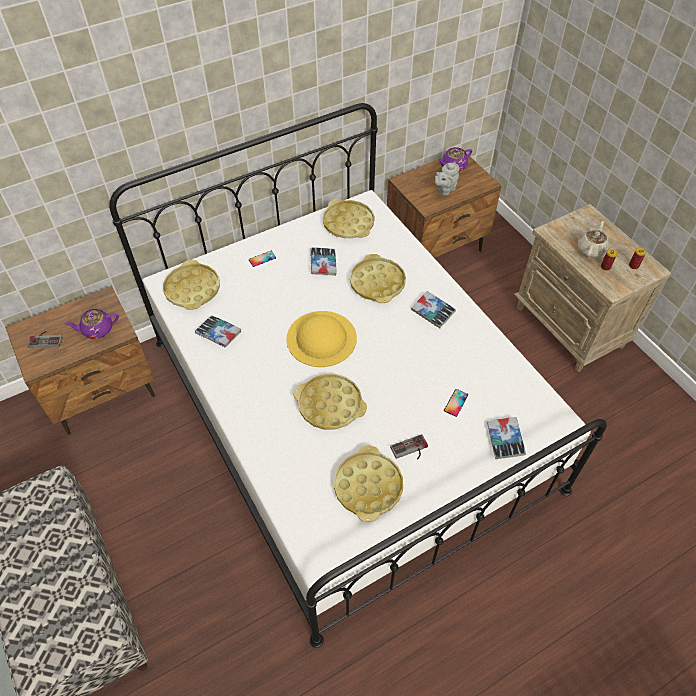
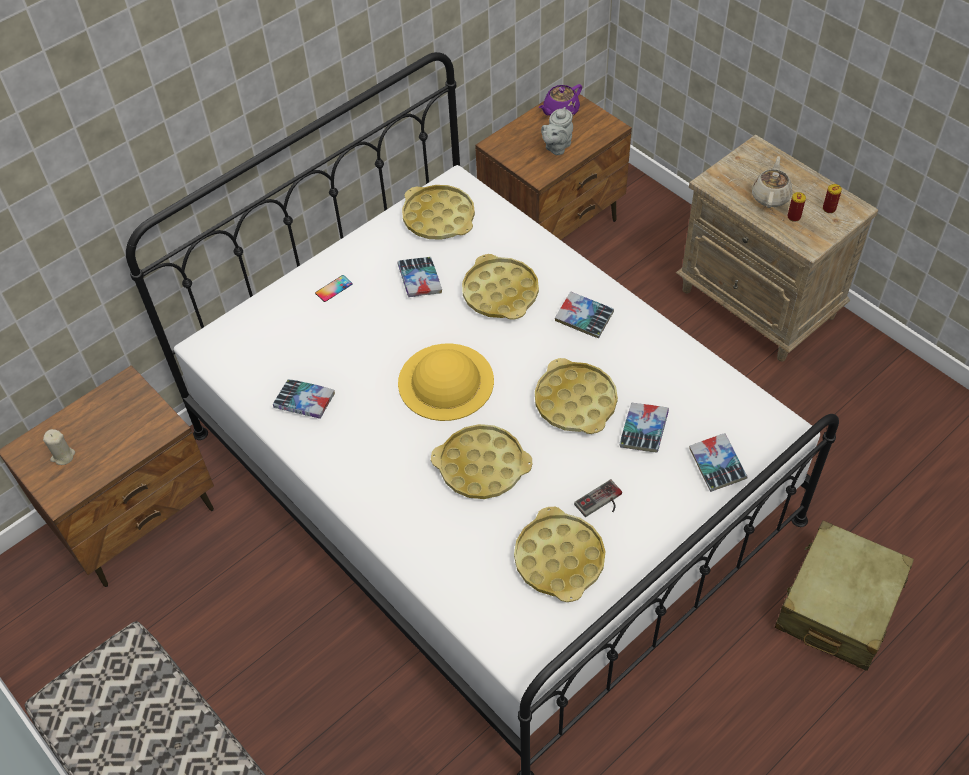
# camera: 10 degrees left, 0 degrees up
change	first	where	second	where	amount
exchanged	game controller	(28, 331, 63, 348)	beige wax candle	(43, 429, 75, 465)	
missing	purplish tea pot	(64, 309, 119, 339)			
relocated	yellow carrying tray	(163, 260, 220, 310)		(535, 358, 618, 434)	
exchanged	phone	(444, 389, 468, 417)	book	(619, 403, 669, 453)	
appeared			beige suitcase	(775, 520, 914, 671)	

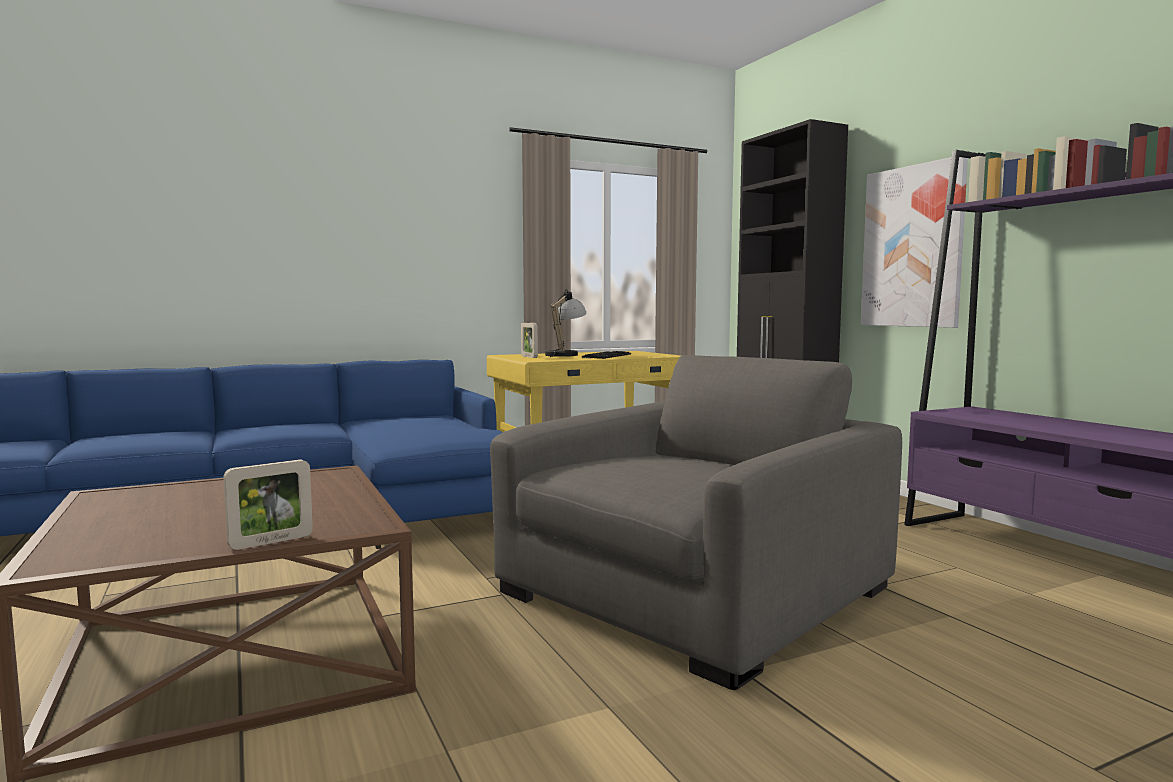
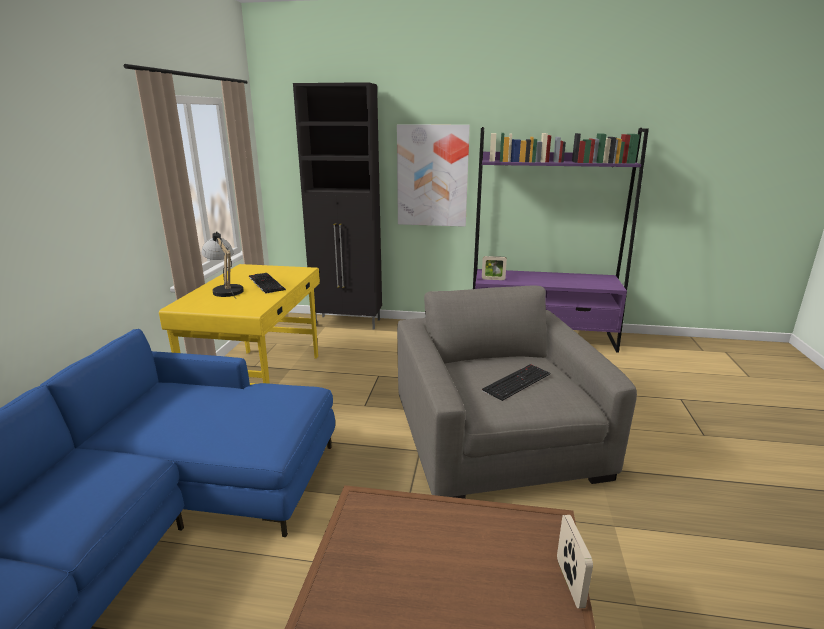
# camera: 55 degrees left, 15 degrees up
change	first	where	second	where	amount
relocated	photo frame	(521, 322, 538, 358)		(482, 256, 507, 280)	
appeared			keyboard	(482, 364, 550, 401)	

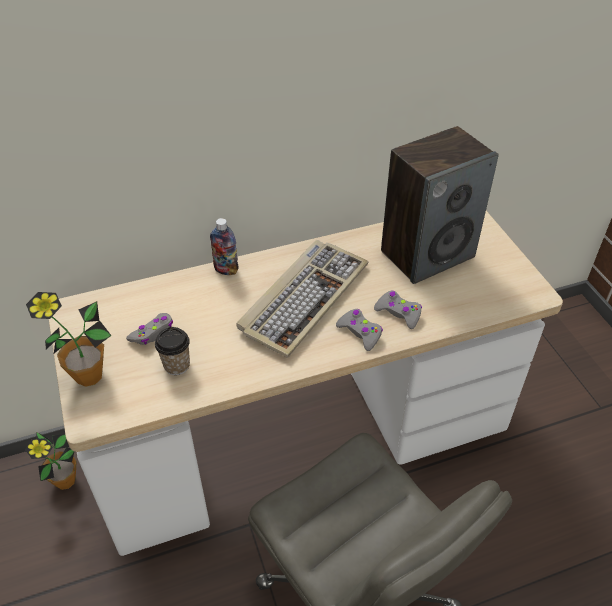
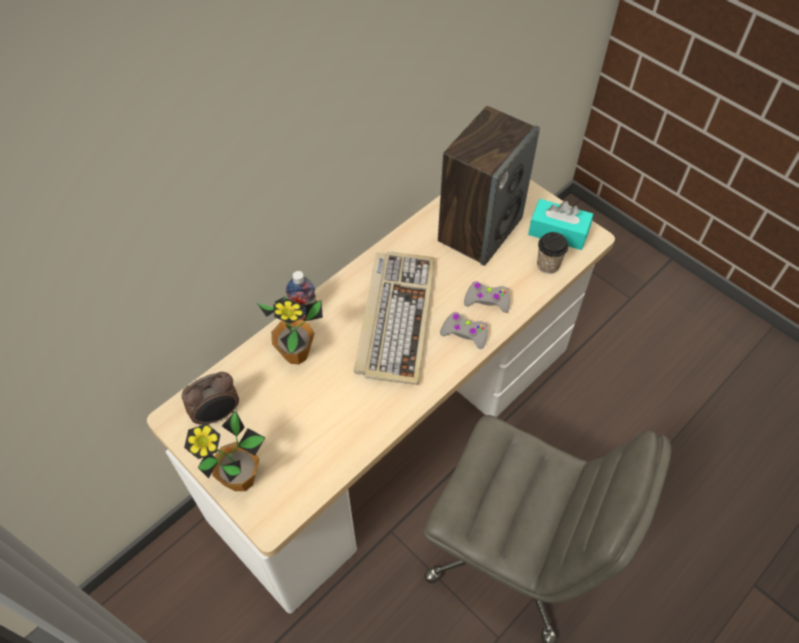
# camera: 25 degrees left, 10 degrees up
change	first	where	second	where	amount
relocated	plant in a pot	(25, 432, 77, 490)		(257, 296, 323, 364)	
missing	greyish game controller	(126, 313, 173, 345)			
relocated	drinking cup	(155, 327, 190, 375)		(537, 232, 568, 274)	
appeared			alarm clock	(182, 372, 239, 425)	
appeared			turquoise tissue box	(528, 199, 593, 250)	

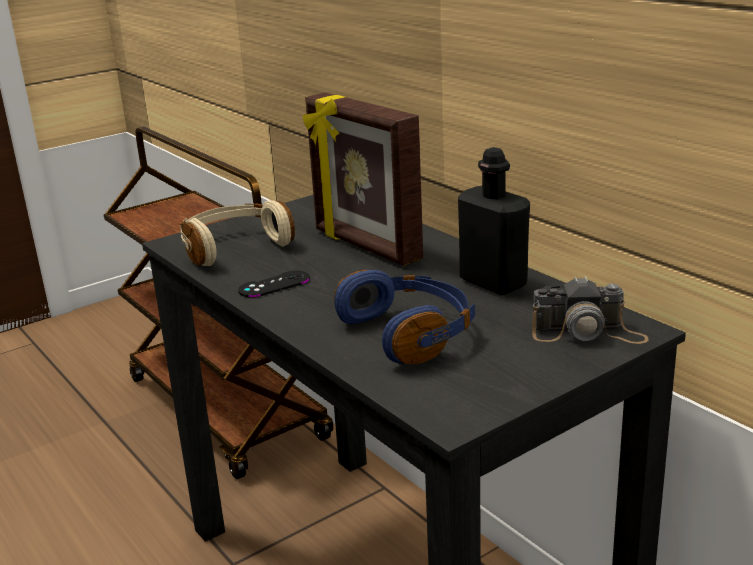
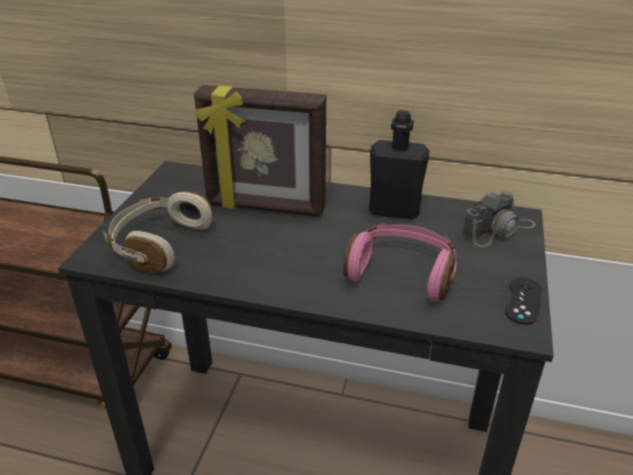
# camera: 40 degrees left, 10 degrees up
change	first	where	second	where	amount
relocated	black game controller	(238, 270, 310, 297)		(505, 278, 541, 325)	
colour	blue headphones	(334, 270, 475, 364)	pinkish headphones	(343, 223, 456, 301)	

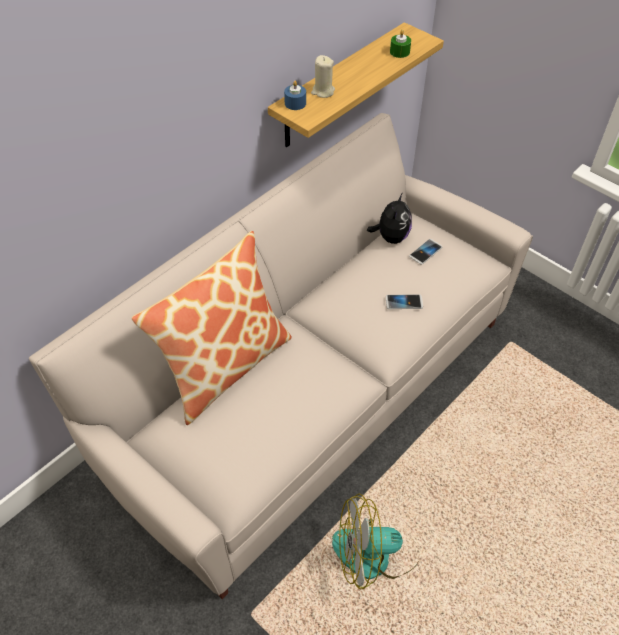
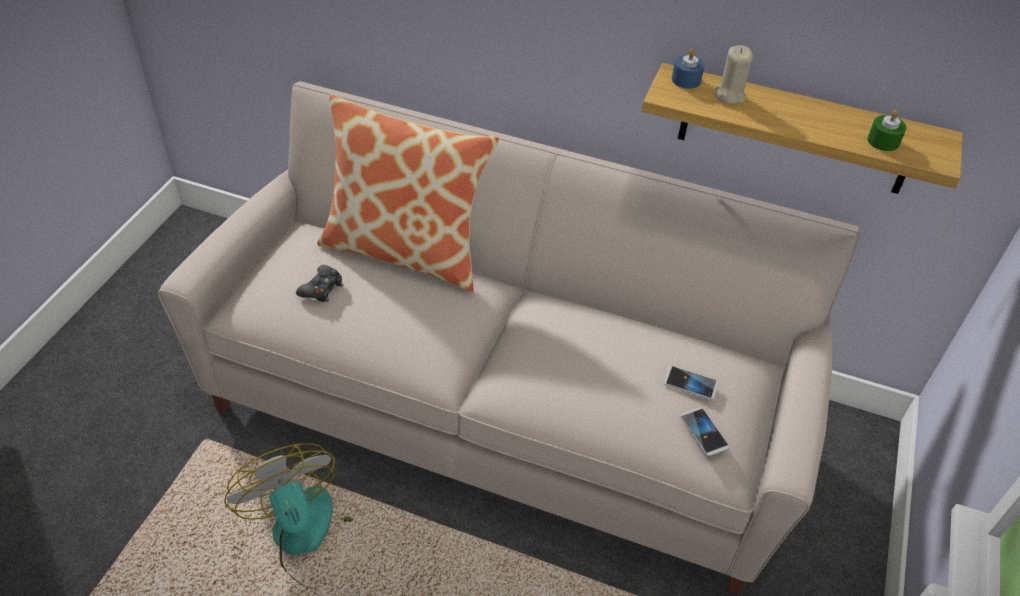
# camera: 65 degrees right, 5 degrees down
change	first	where	second	where	amount
missing	plush toy	(367, 192, 412, 244)			
relocated	phone	(386, 294, 423, 309)		(680, 407, 730, 456)	
appeared			black game controller	(296, 265, 343, 302)	

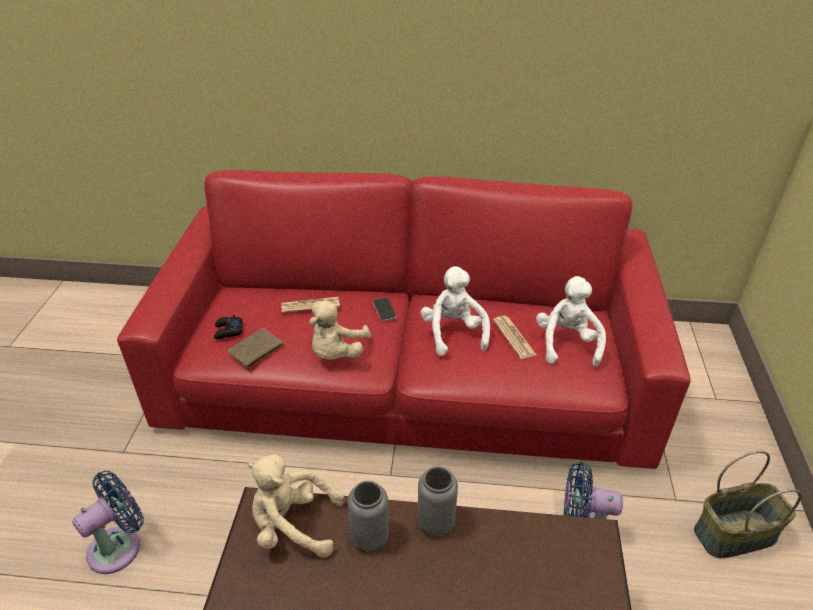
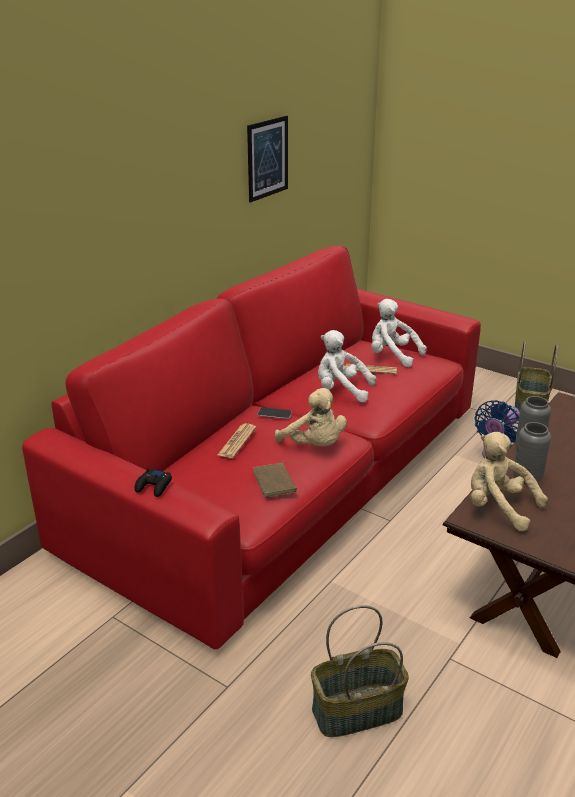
# camera: 60 degrees left, 10 degrees down
change	first	where	second	where	amount
exchanged	blue cooling fan	(72, 471, 144, 574)	basket	(311, 605, 409, 737)	
relocated	black game controller	(214, 315, 243, 339)		(134, 468, 172, 497)	
spun	beige plush toy	(248, 454, 344, 558)		(470, 432, 548, 531)	90 degrees clockwise
appeared			picture	(247, 116, 288, 202)	

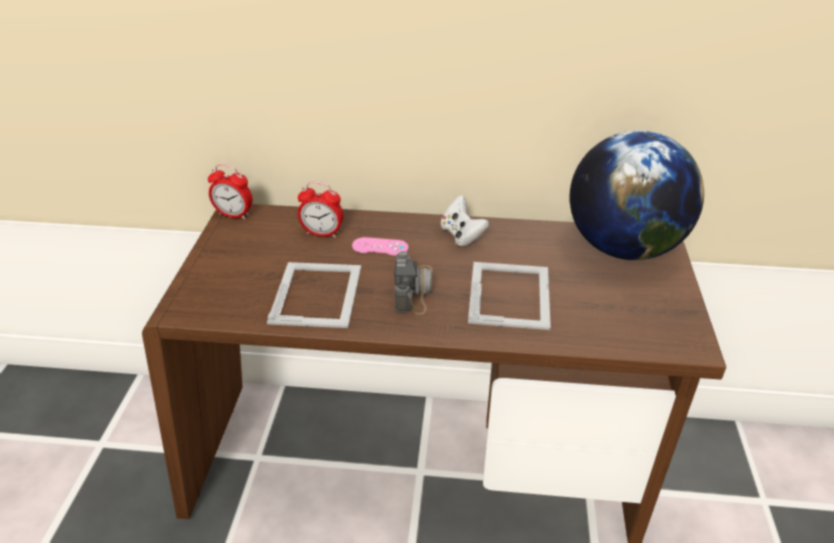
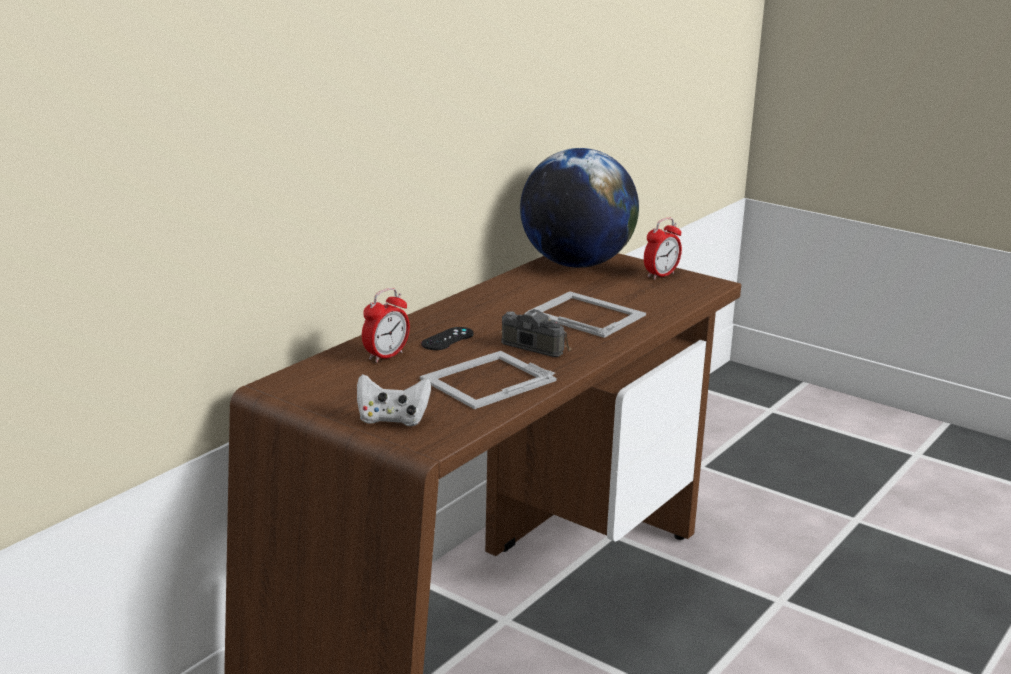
# camera: 60 degrees left, 15 degrees down
change	first	where	second	where	amount
relocated	alarm clock	(208, 164, 253, 220)		(644, 217, 682, 280)	
spun	photo frame	(267, 262, 361, 328)		(420, 351, 557, 409)	75 degrees counterclockwise
colour	pinkish game controller	(352, 237, 409, 256)	black game controller	(421, 327, 473, 350)	
relocated	white-coloured game controller	(441, 195, 489, 247)		(357, 374, 431, 426)	

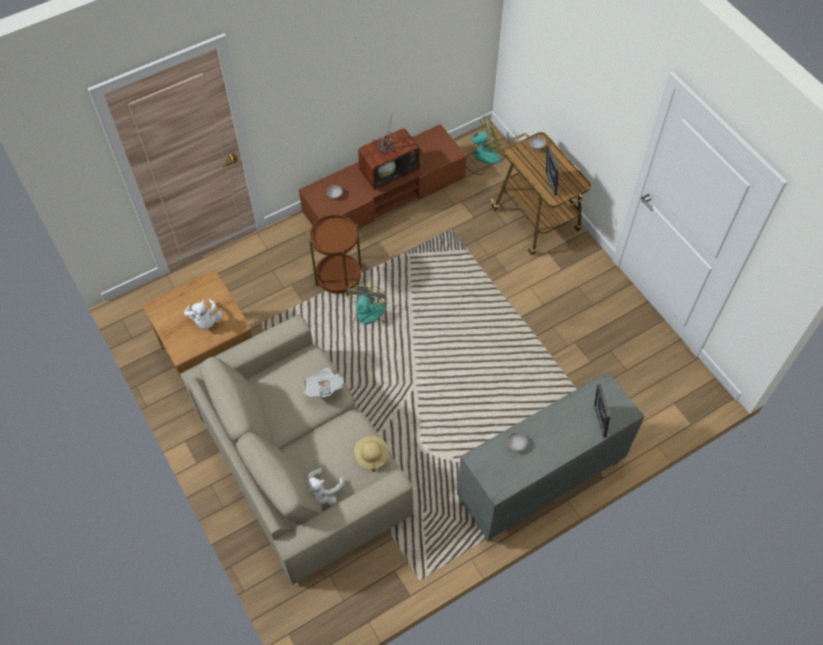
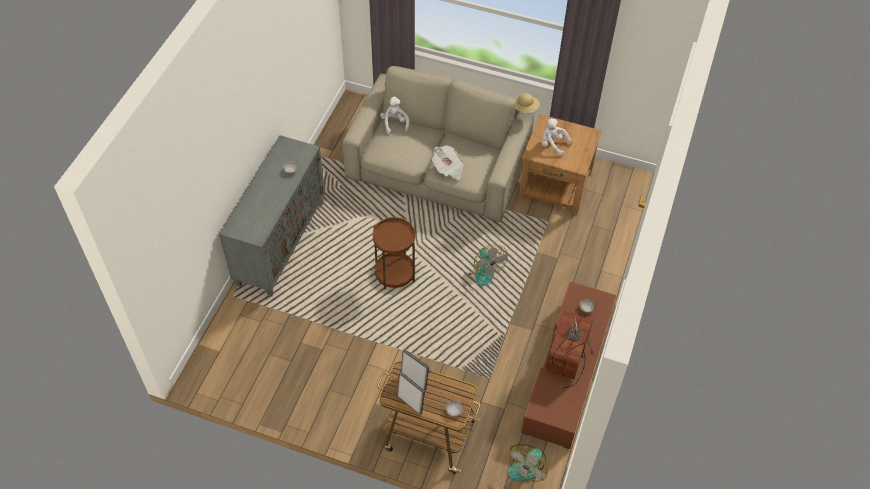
# camera: 140 degrees right, 5 degrees down
change	first	where	second	where	amount
relocated	brownish side table	(309, 214, 361, 296)		(373, 217, 415, 289)	
relocated	beige wearable hat	(354, 436, 389, 472)		(515, 93, 540, 113)	
relocated	photo frame	(594, 384, 610, 438)		(397, 372, 425, 415)	

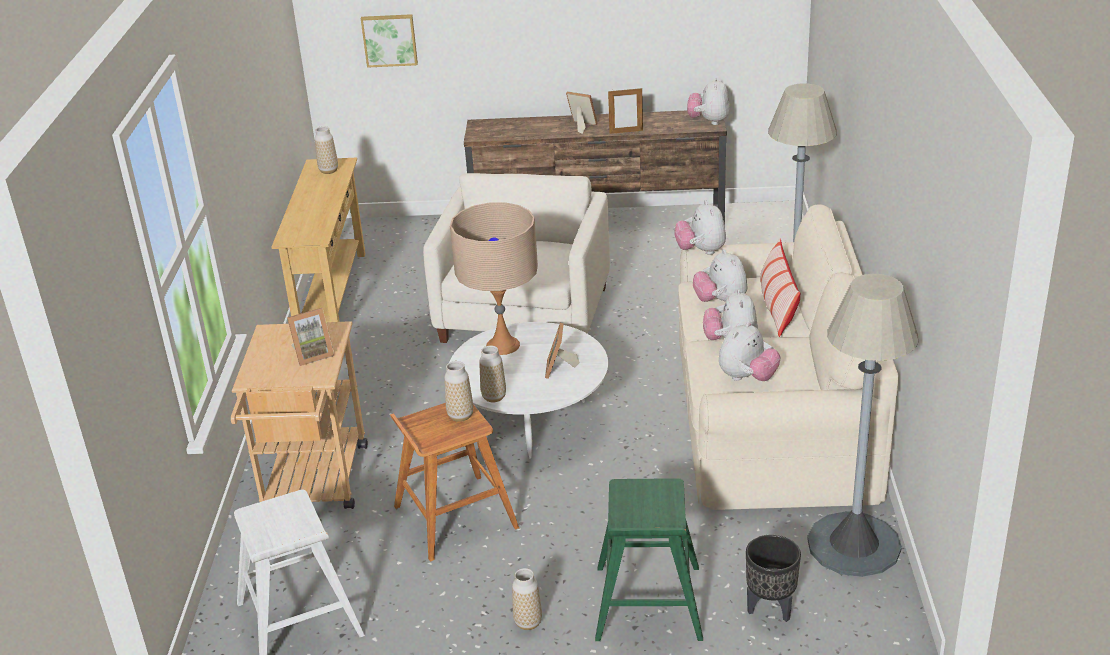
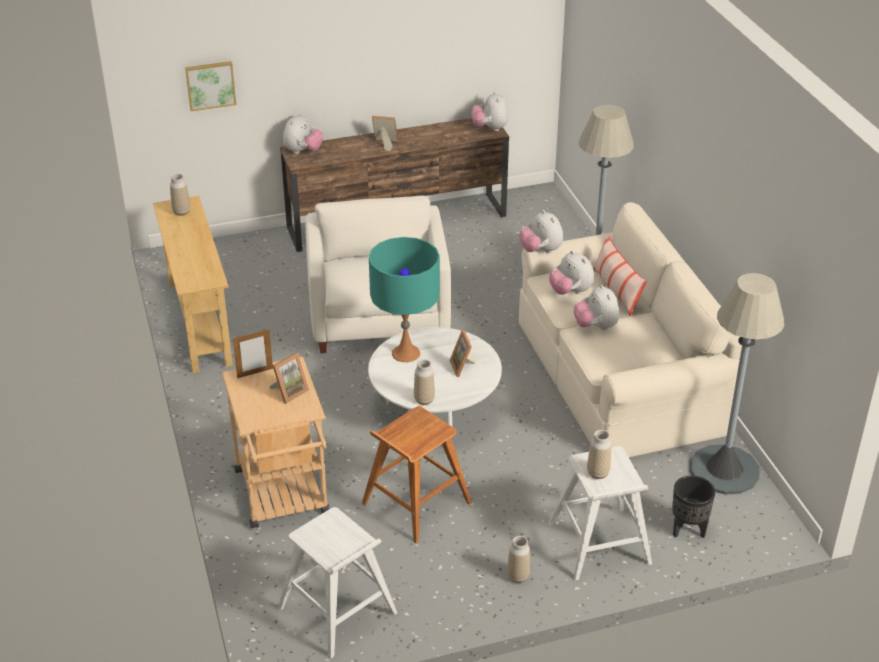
# camera: 20 degrees left, 5 degrees up
change	first	where	second	where	amount
relocated	decorative vase	(444, 361, 473, 422)		(587, 430, 611, 479)	
colour	beige table lamp	(450, 202, 538, 355)	turquoise table lamp	(369, 237, 440, 362)	
colour	green-coloured stool	(595, 478, 703, 641)	white-coloured stool	(548, 446, 652, 580)	
relocated	photo frame	(608, 87, 643, 134)		(233, 329, 273, 378)	
relocated	plush toy	(719, 321, 781, 381)		(283, 113, 323, 154)	

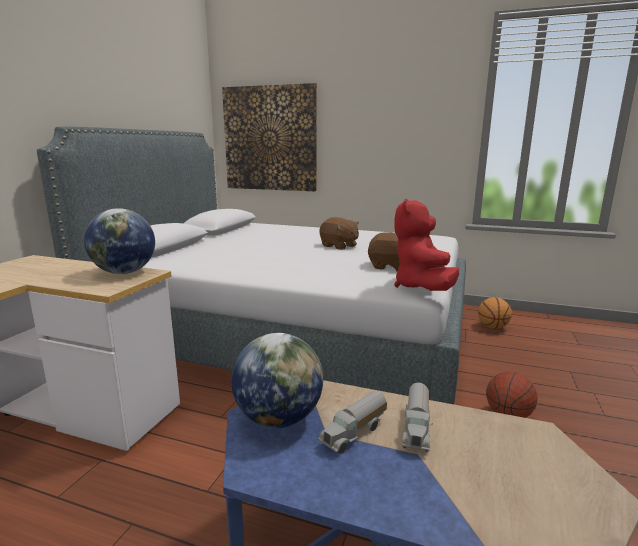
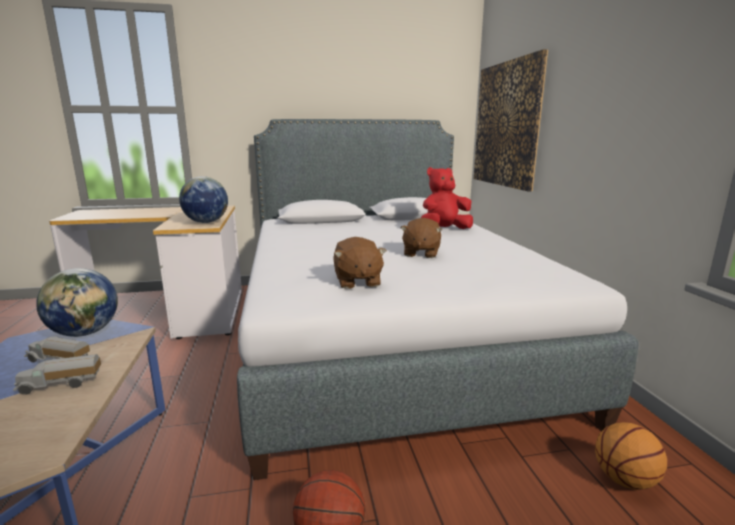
# camera: 60 degrees right, 0 degrees up
change	first	where	second	where	amount
relocated	red-coloured plush toy	(394, 199, 459, 291)		(421, 167, 473, 229)	

